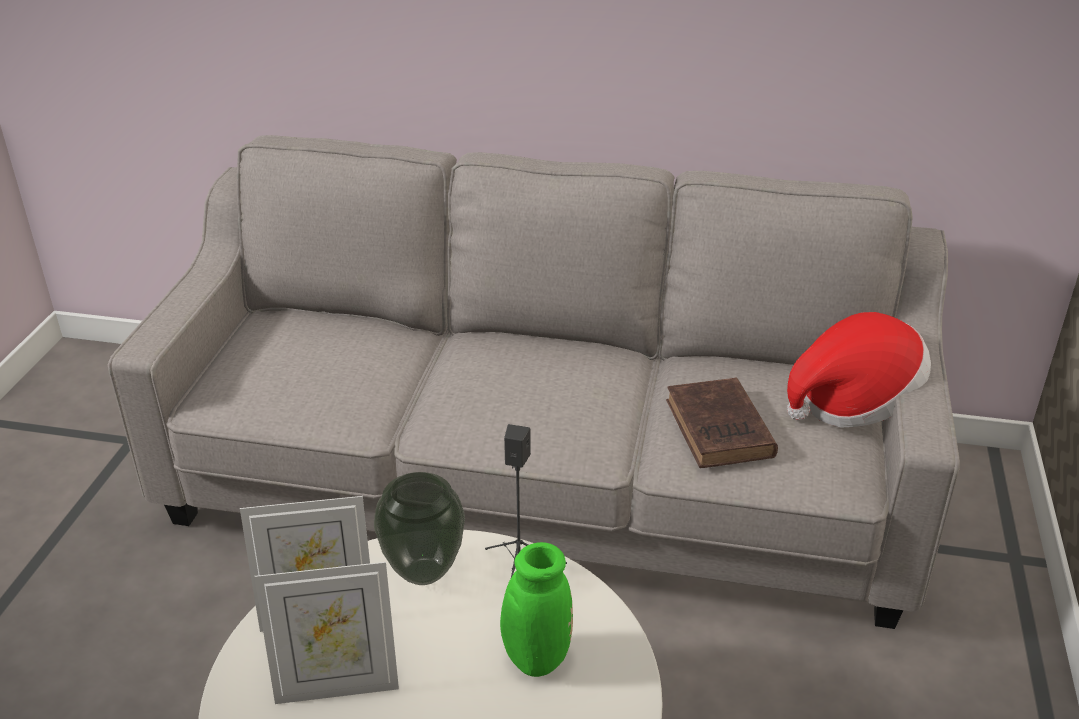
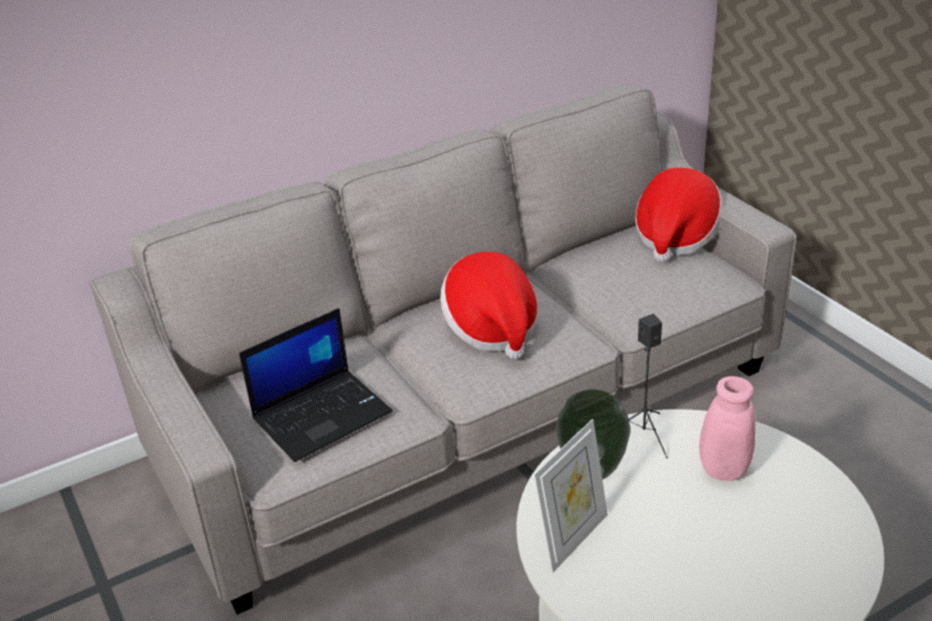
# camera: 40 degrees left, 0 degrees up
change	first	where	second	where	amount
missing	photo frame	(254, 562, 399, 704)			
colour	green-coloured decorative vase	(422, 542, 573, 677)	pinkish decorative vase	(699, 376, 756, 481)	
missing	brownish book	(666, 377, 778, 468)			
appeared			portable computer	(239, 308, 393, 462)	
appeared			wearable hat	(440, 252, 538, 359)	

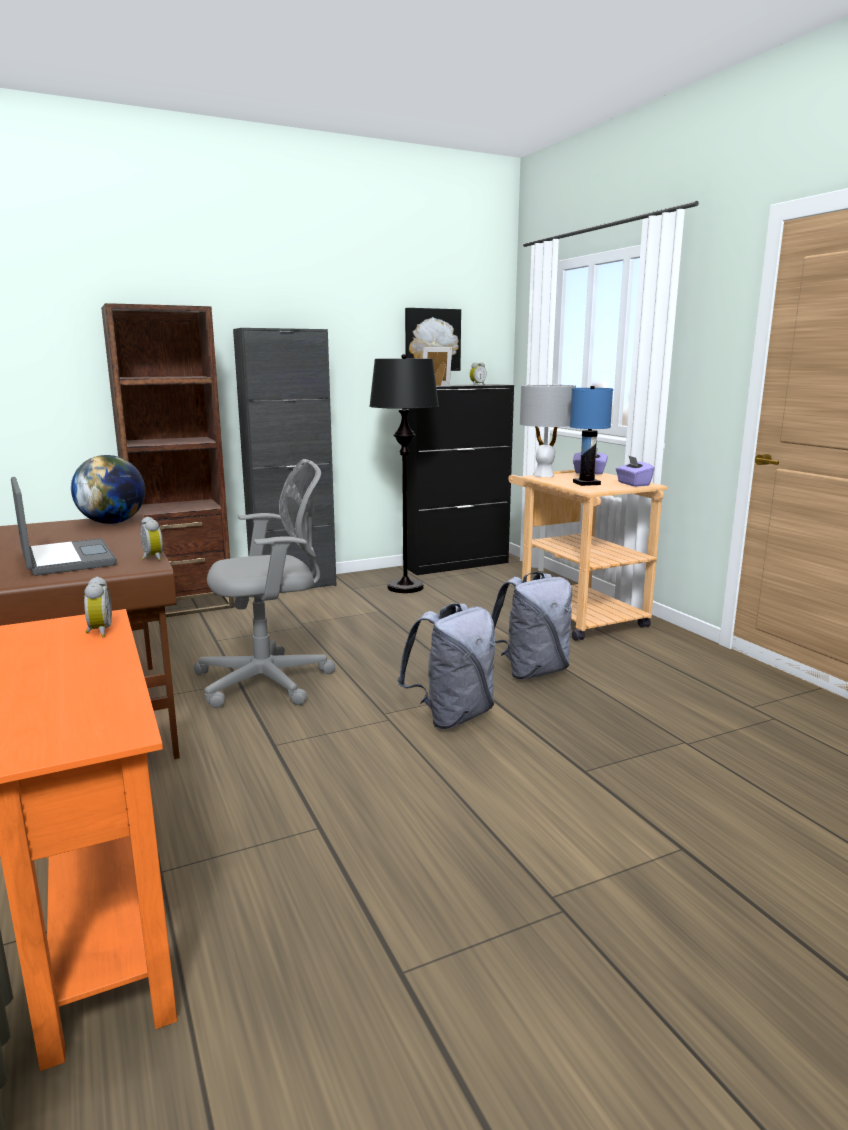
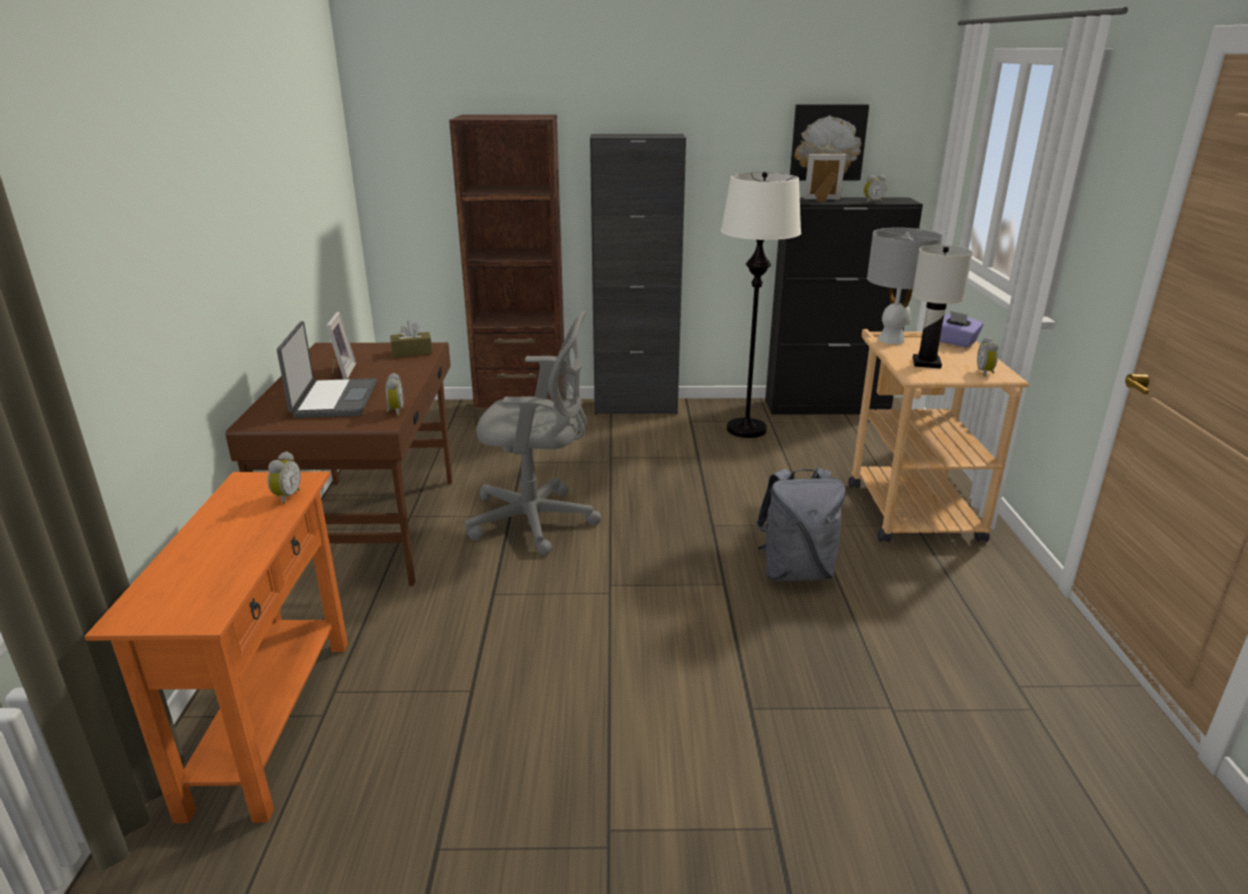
# camera: 25 degrees right, 10 degrees up
change	first	where	second	where	amount
exchanged	world globe	(71, 455, 145, 524)	brownish tissue box	(390, 321, 432, 357)	
colour	black floor lamp	(369, 354, 439, 593)	white-coloured floor lamp	(721, 172, 801, 438)	
missing	greyish rucksack	(397, 603, 495, 729)			
colour	blue table lamp	(570, 386, 613, 486)	white-coloured table lamp	(912, 245, 973, 368)	
exchanged	purplish tissue box	(616, 455, 655, 486)	alarm clock	(977, 337, 998, 377)	
appeared			photo frame	(326, 312, 356, 379)	

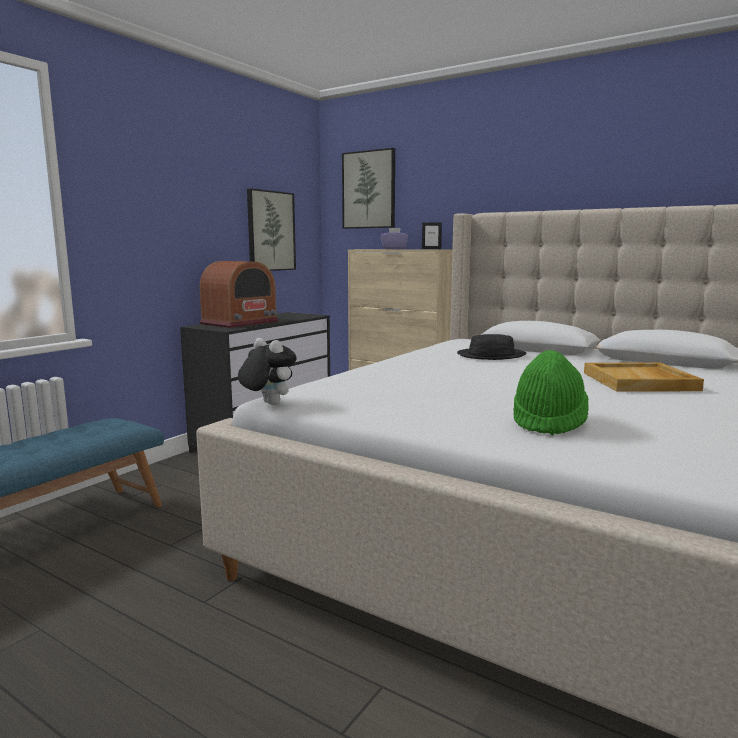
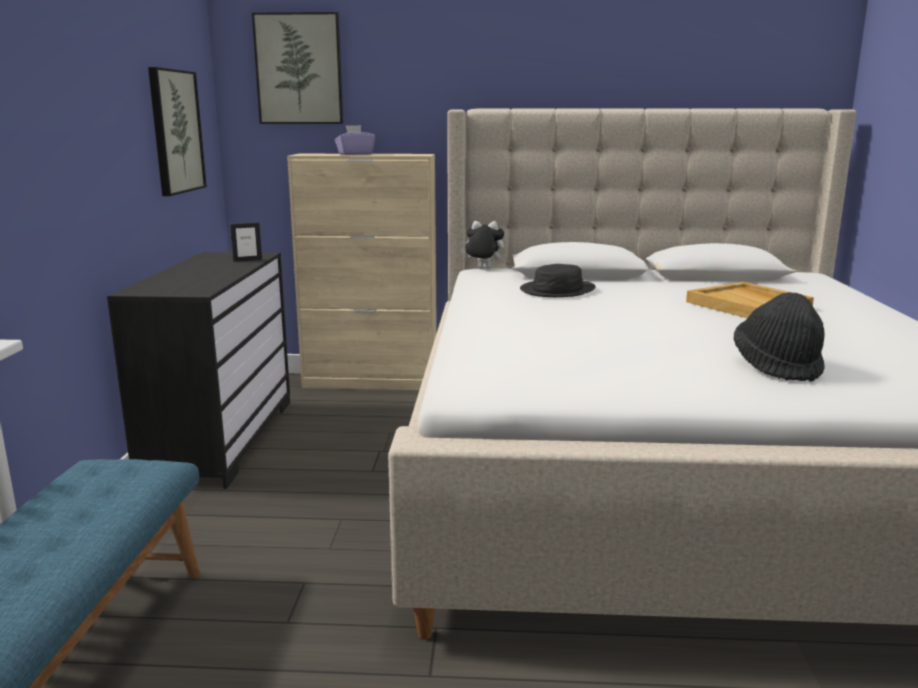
# camera: 30 degrees left, 5 degrees up
change	first	where	second	where	amount
missing	radio set	(199, 261, 279, 328)			
relocated	plush toy	(238, 338, 297, 405)		(461, 221, 504, 269)	
relocated	photo frame	(422, 222, 442, 249)		(230, 222, 262, 262)	
colour	green-coloured wearable hat	(513, 350, 589, 435)	black wearable hat	(734, 292, 825, 381)	

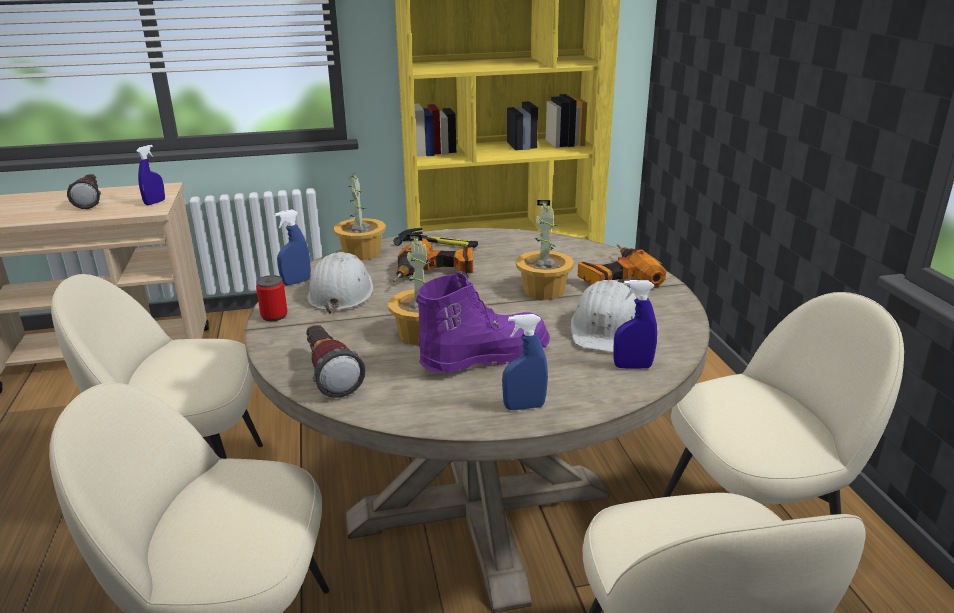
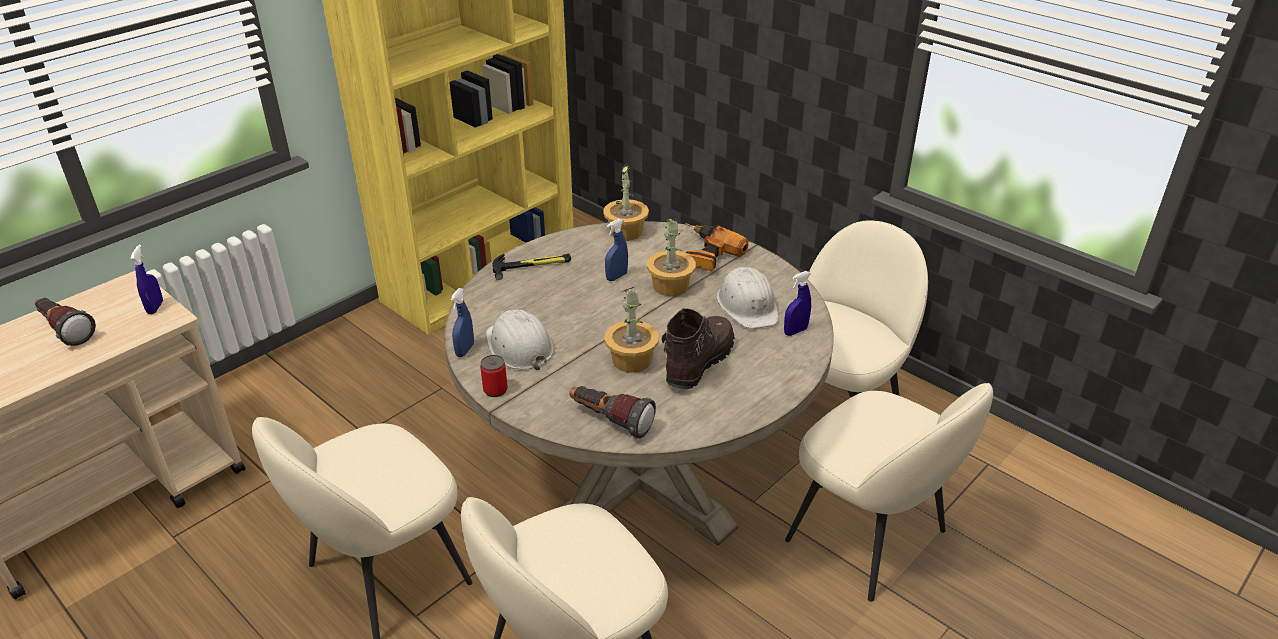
# camera: 35 degrees left, 10 degrees up
change	first	where	second	where	amount
relocated	plant in a pot	(333, 170, 386, 260)		(603, 164, 649, 241)	
missing	electric drill	(393, 239, 473, 282)			
colour	purplish high-top boot	(416, 272, 550, 373)	brownish high-top boot	(662, 308, 735, 389)	
relocated	blue spray bottle	(502, 314, 548, 410)		(605, 219, 628, 281)	

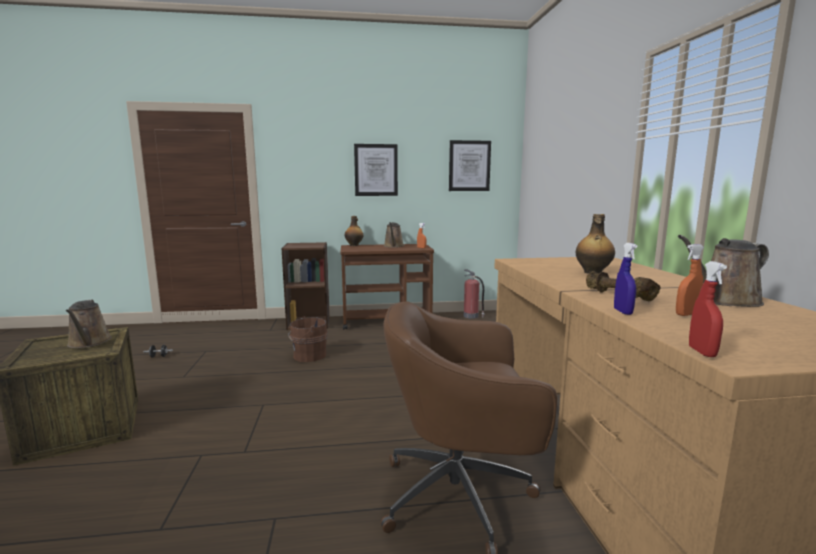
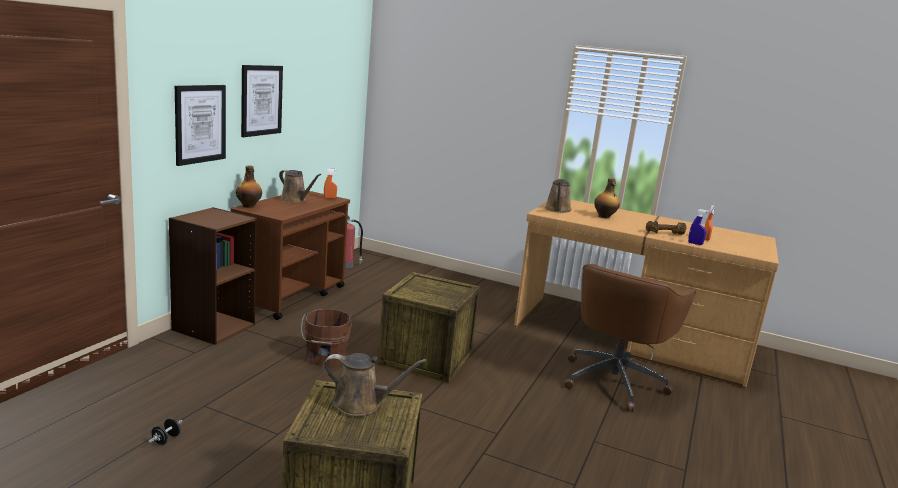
# camera: 60 degrees left, 5 degrees up
change	first	where	second	where	amount
relocated	picture	(449, 140, 491, 191)		(175, 85, 226, 166)	
relocated	brownish watering pot	(678, 235, 769, 307)		(545, 179, 571, 213)	
missing	red-coloured spray bottle	(689, 261, 727, 357)			
appeared			crate	(377, 272, 480, 383)	

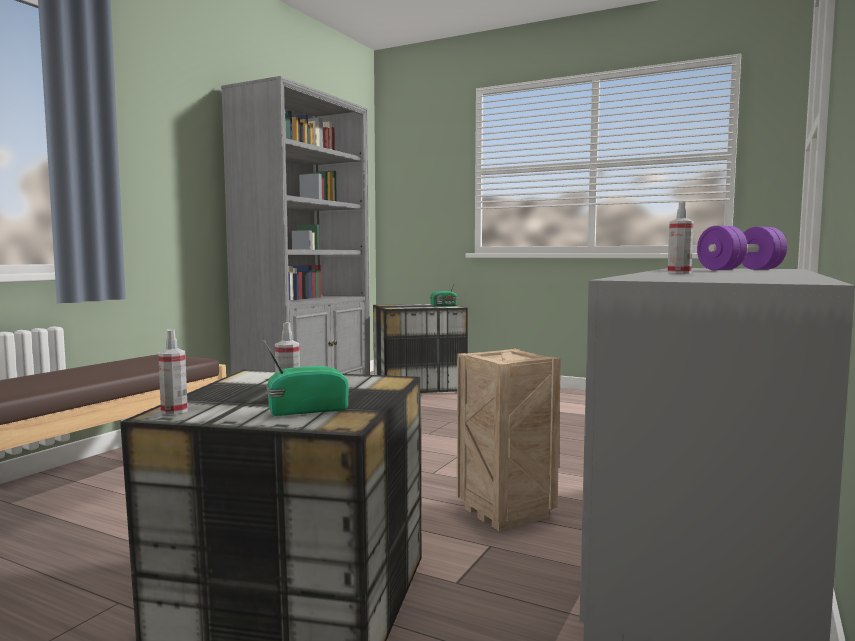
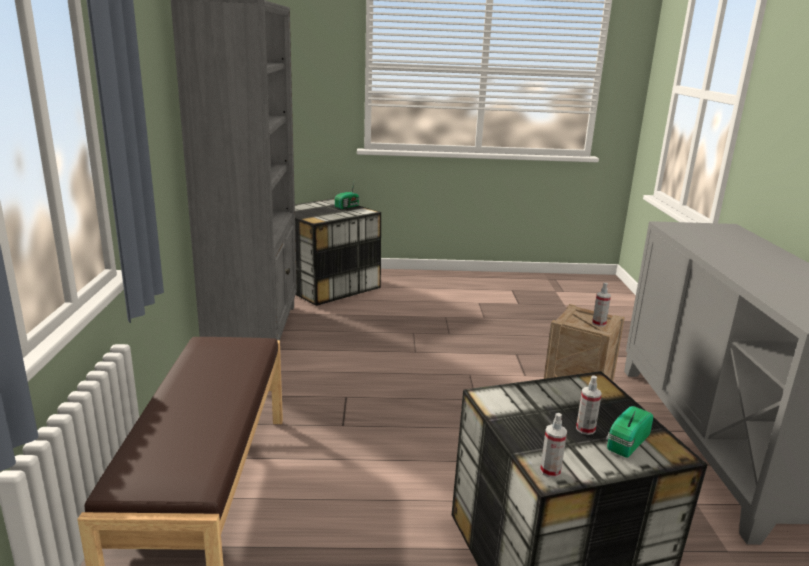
# camera: 30 degrees left, 15 degrees up
change	first	where	second	where	amount
relocated	spray bottle	(668, 202, 694, 274)		(592, 283, 611, 327)	
missing	purplish free weight	(697, 226, 787, 270)			

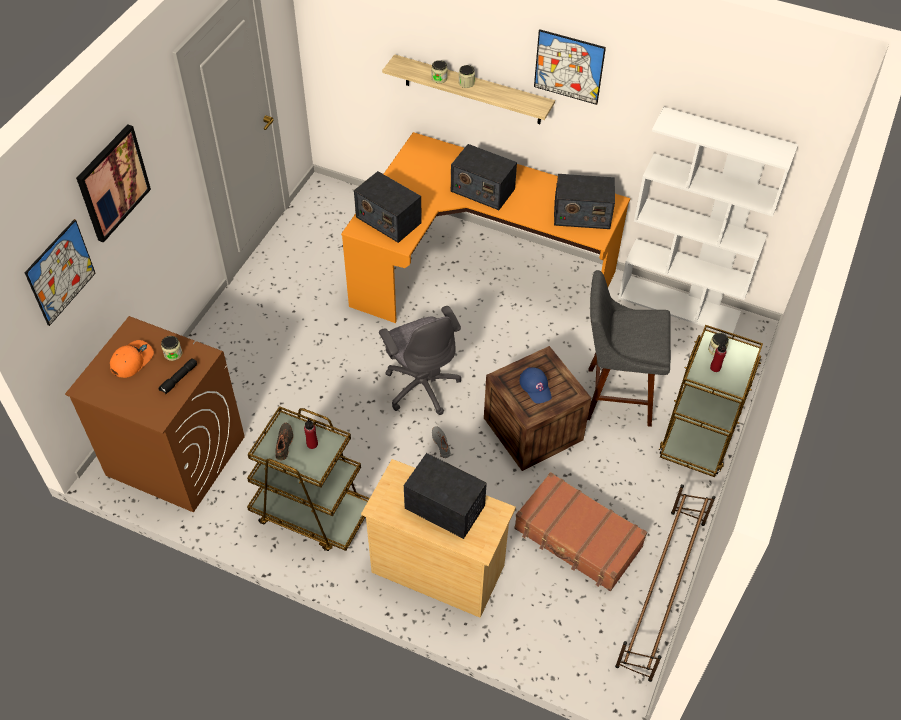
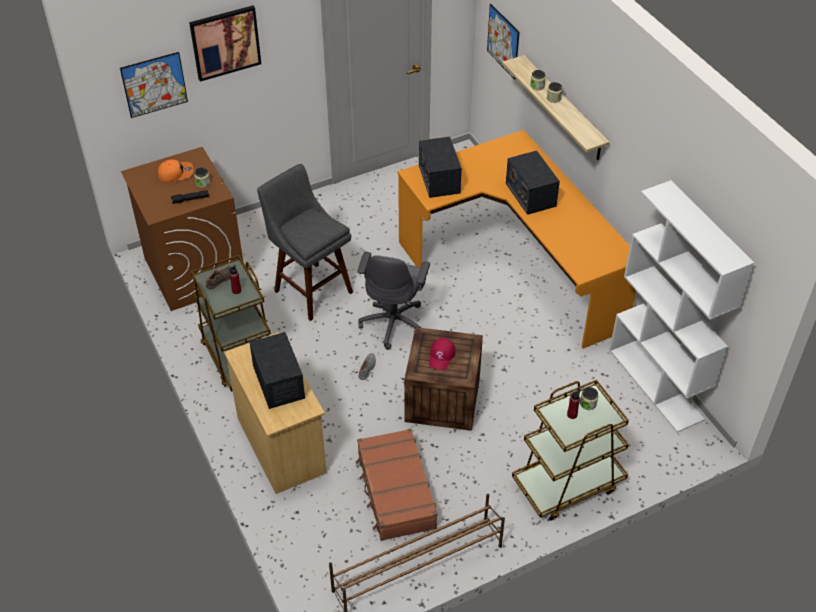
# camera: 40 degrees right, 5 degrees down
change	first	where	second	where	amount
colour	blue cap	(519, 367, 552, 404)	red-coloured cap	(429, 338, 455, 370)	
relocated	picture	(534, 29, 606, 105)		(487, 4, 520, 80)	
missing	radio set	(554, 174, 615, 229)			
relocated	greyish stool	(587, 270, 671, 427)		(257, 164, 353, 321)	

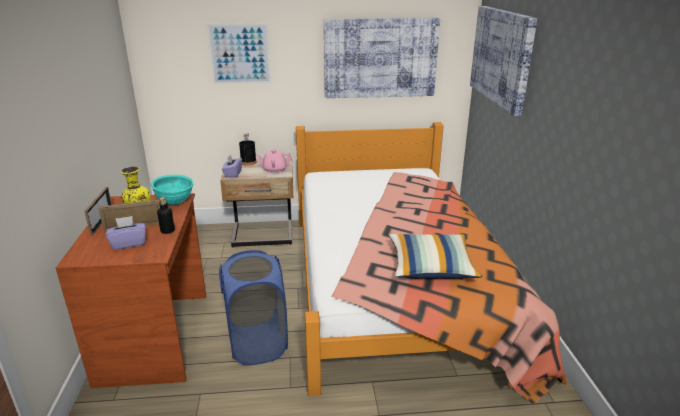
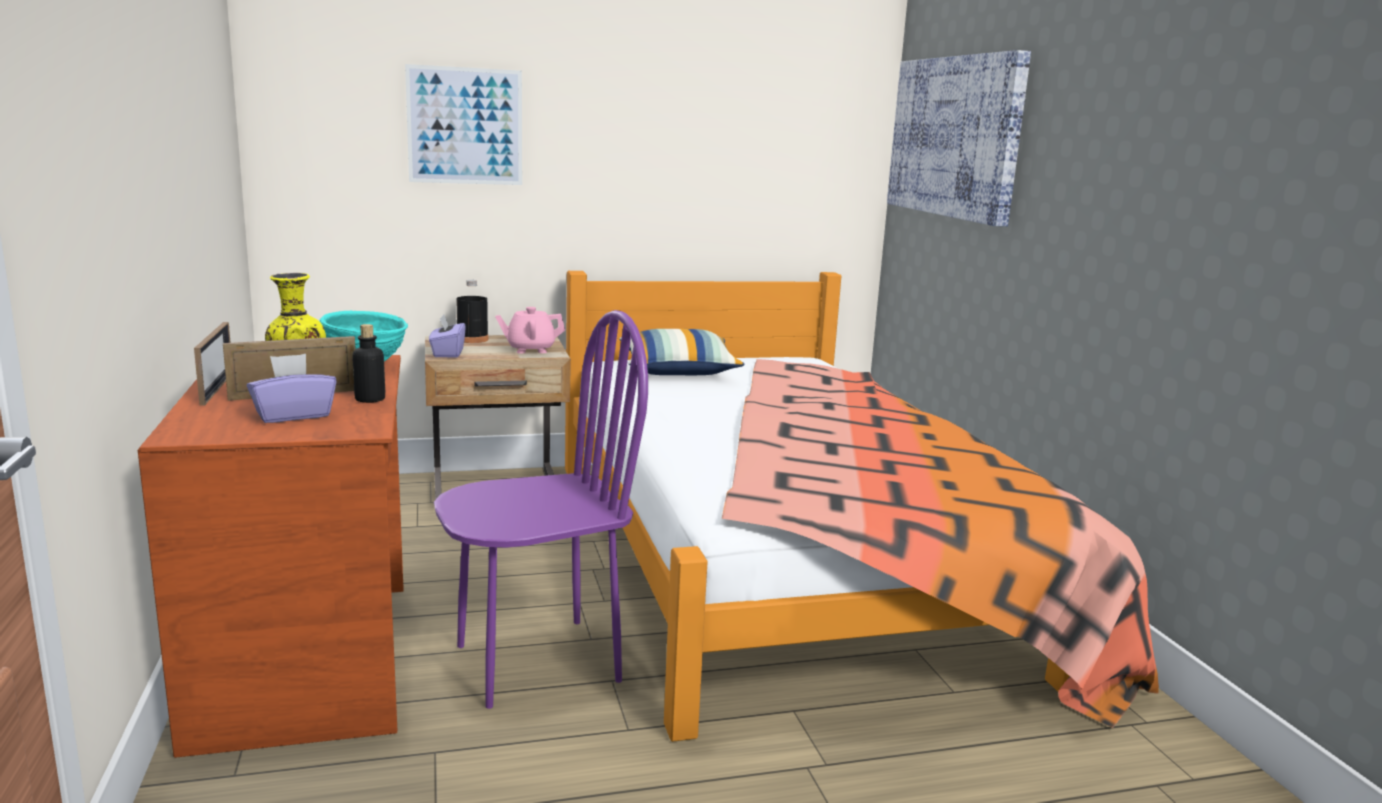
# camera: 10 degrees left, 10 degrees down
change	first	where	second	where	amount
exchanged	blue hamper	(219, 250, 288, 366)	purplish upright chair	(434, 310, 648, 709)	
missing	picture	(324, 18, 440, 98)			
relocated	throw pillow	(389, 234, 482, 279)		(619, 329, 745, 375)	

